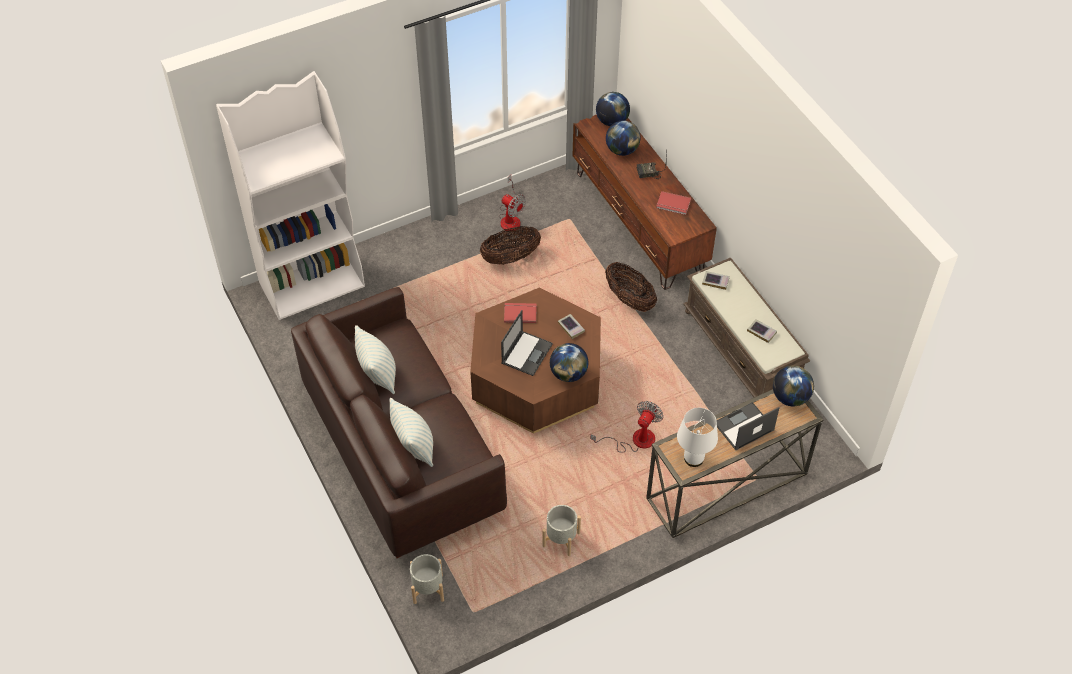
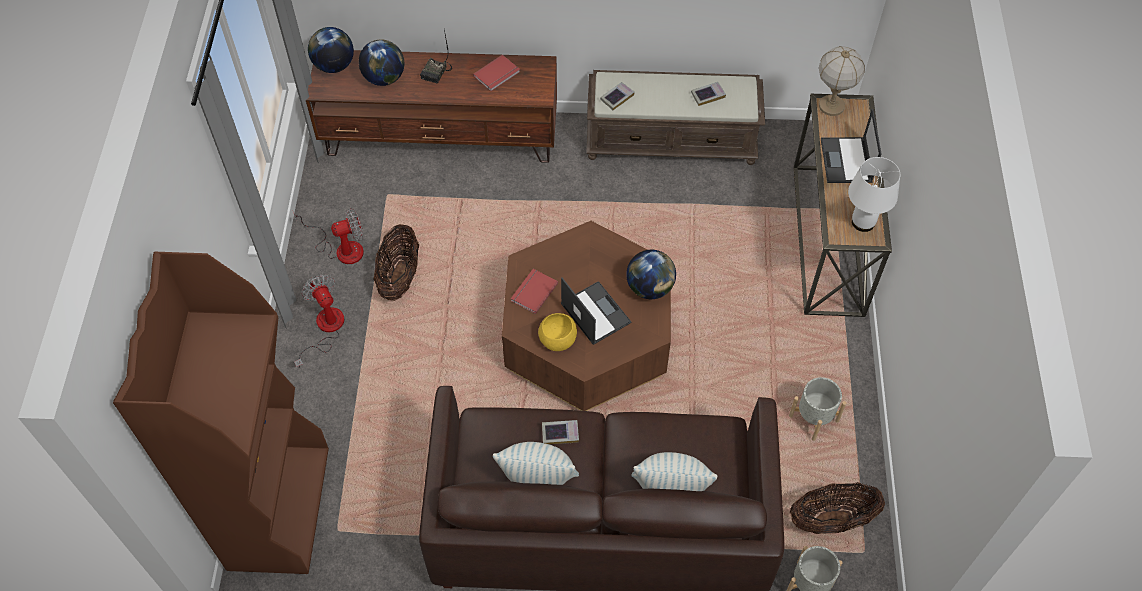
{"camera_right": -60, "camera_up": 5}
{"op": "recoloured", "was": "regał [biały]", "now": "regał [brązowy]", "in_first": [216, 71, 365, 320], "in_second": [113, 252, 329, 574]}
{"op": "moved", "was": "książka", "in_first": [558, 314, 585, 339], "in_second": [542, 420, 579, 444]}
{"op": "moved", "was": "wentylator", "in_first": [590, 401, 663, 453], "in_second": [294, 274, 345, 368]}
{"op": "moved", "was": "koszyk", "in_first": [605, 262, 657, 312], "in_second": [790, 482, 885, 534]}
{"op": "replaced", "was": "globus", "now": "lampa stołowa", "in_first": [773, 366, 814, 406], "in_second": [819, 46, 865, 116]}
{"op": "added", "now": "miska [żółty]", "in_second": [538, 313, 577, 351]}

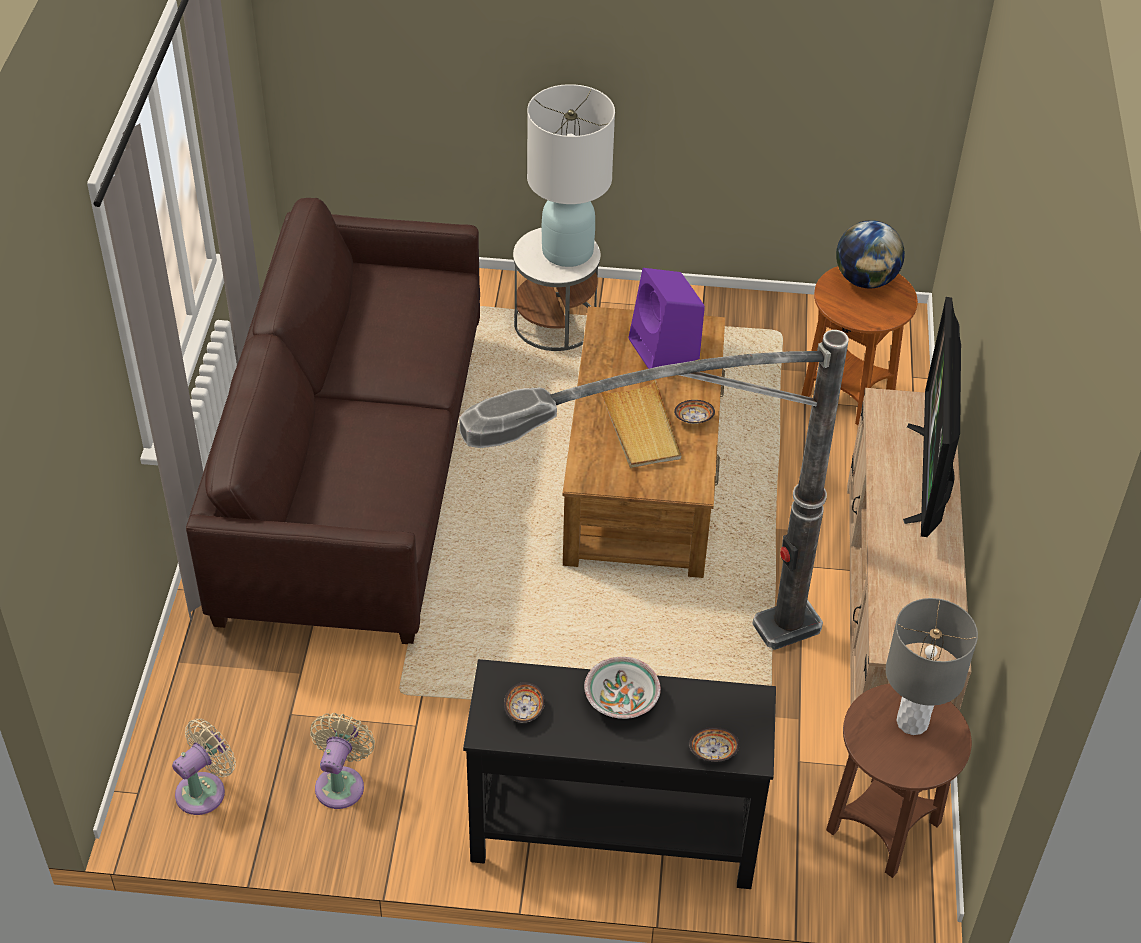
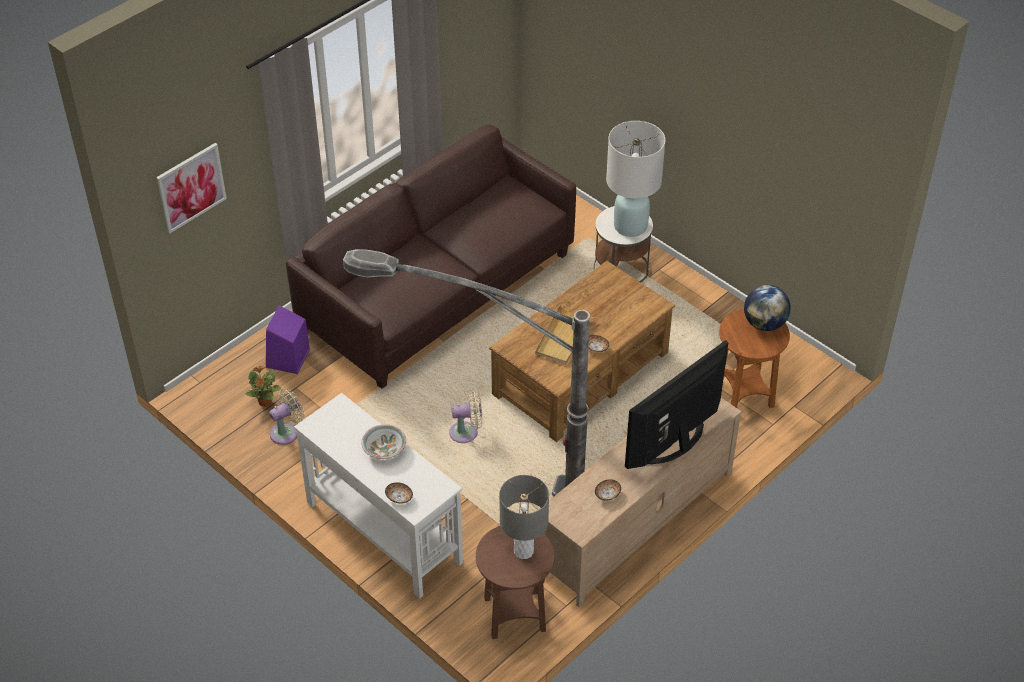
{"camera_right": 40, "camera_up": 0}
{"op": "moved", "was": "wentylator [beżowy]", "in_first": [172, 719, 236, 815], "in_second": [449, 391, 483, 443]}
{"op": "recoloured", "was": "stolik konsolowy [czarny]", "now": "stolik konsolowy [biały]", "in_first": [463, 659, 776, 889], "in_second": [294, 393, 463, 598]}
{"op": "moved", "was": "miska", "in_first": [504, 682, 545, 723], "in_second": [595, 479, 621, 501]}
{"op": "moved", "was": "głośnik [fioletowy]", "in_first": [628, 268, 705, 369], "in_second": [266, 305, 310, 374]}
{"op": "added", "now": "obraz", "in_second": [156, 143, 227, 233]}
{"op": "added", "now": "roślina doniczkowa", "in_second": [245, 366, 281, 407]}

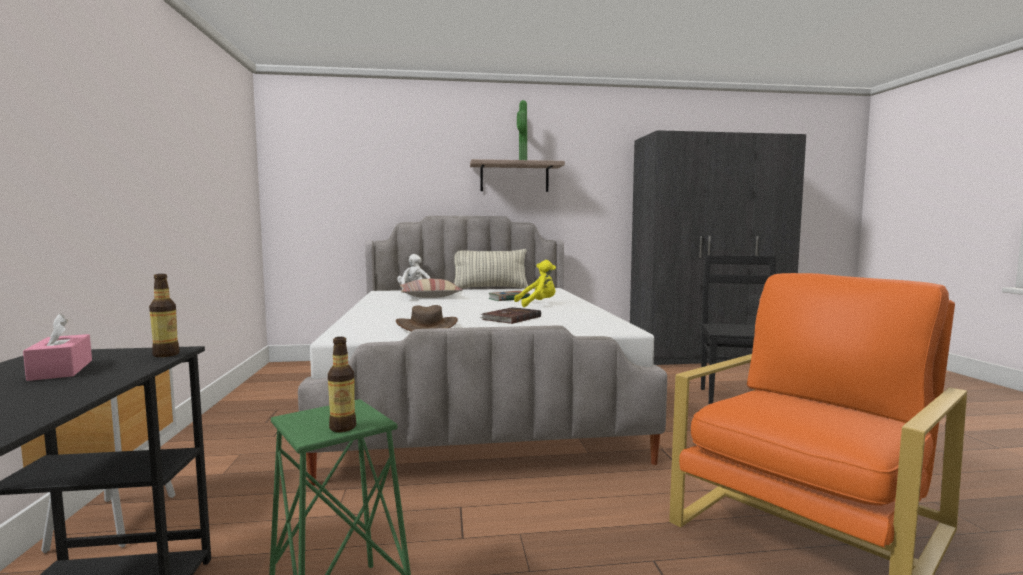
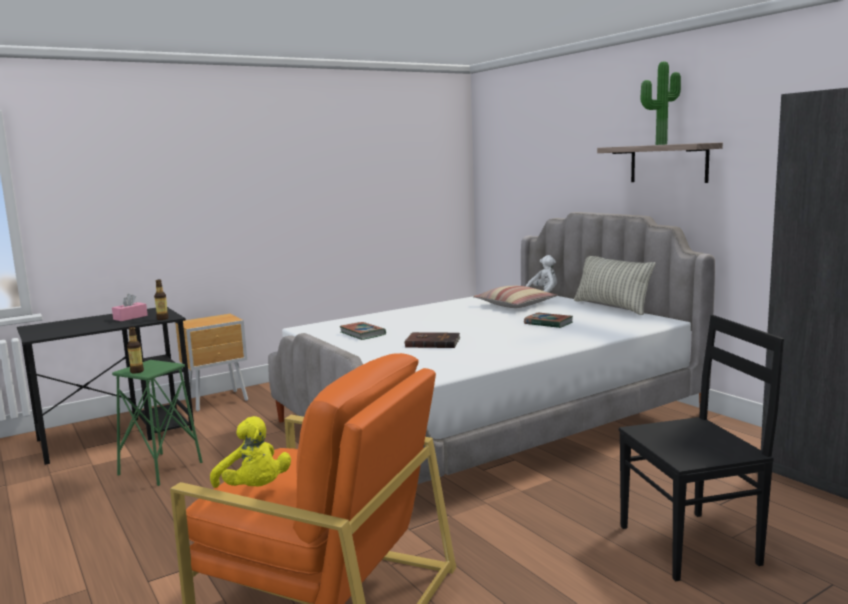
{"camera_right": 65, "camera_up": 5}
{"op": "replaced", "was": "kapelusz [brązowy]", "now": "książka", "in_first": [396, 305, 458, 332], "in_second": [339, 322, 386, 340]}
{"op": "moved", "was": "pluszak [żółty]", "in_first": [514, 260, 556, 307], "in_second": [210, 416, 291, 488]}

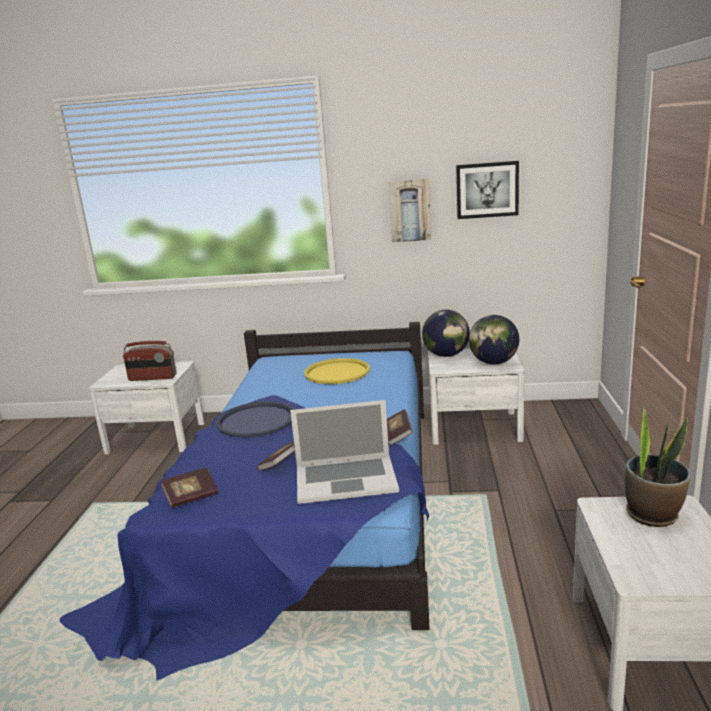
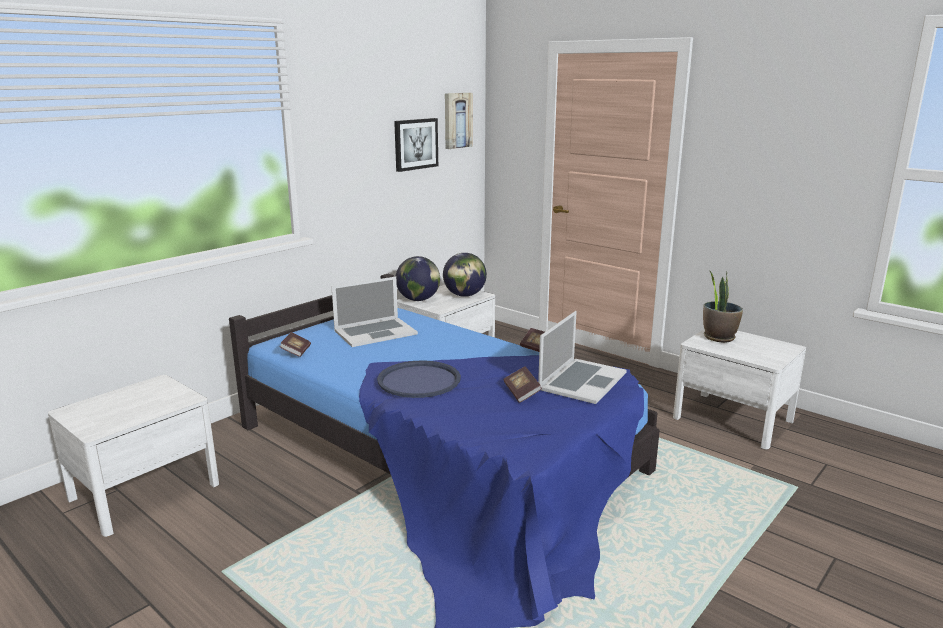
{"camera_right": -55, "camera_up": 0}
{"op": "removed", "was": "radio", "in_first": [123, 341, 176, 381]}
{"op": "moved", "was": "książka", "in_first": [161, 467, 218, 508], "in_second": [280, 332, 311, 357]}
{"op": "replaced", "was": "taca [żółty]", "now": "laptop", "in_first": [304, 358, 370, 384], "in_second": [331, 277, 418, 347]}
{"op": "moved", "was": "obraz", "in_first": [388, 179, 431, 242], "in_second": [445, 93, 473, 149]}

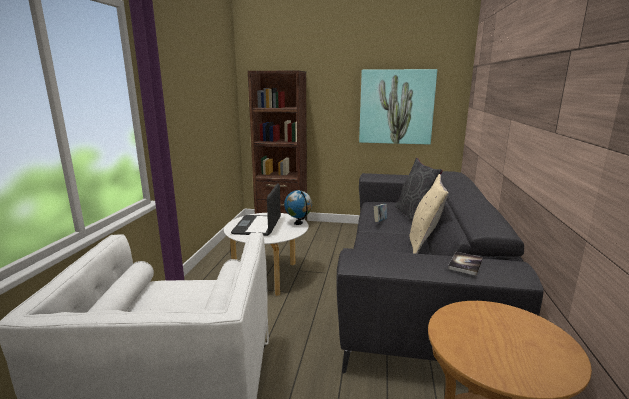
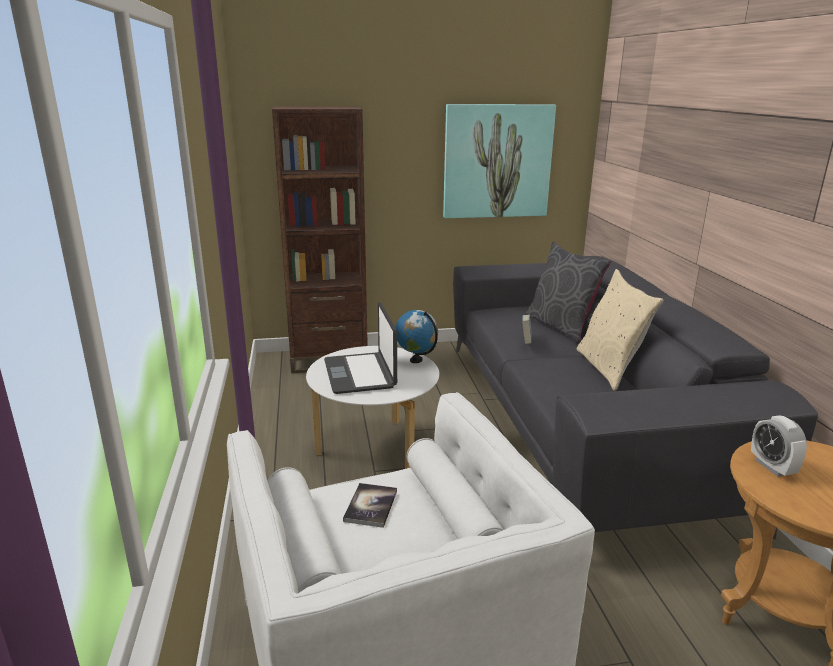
{"camera_right": -20, "camera_up": 5}
{"op": "moved", "was": "książka", "in_first": [448, 252, 483, 275], "in_second": [343, 483, 397, 528]}
{"op": "added", "now": "budzik", "in_second": [751, 415, 807, 477]}

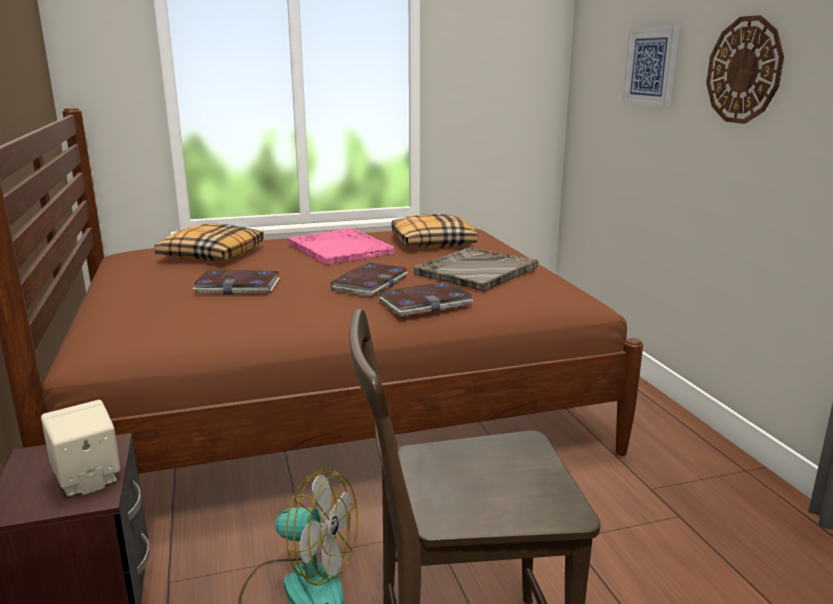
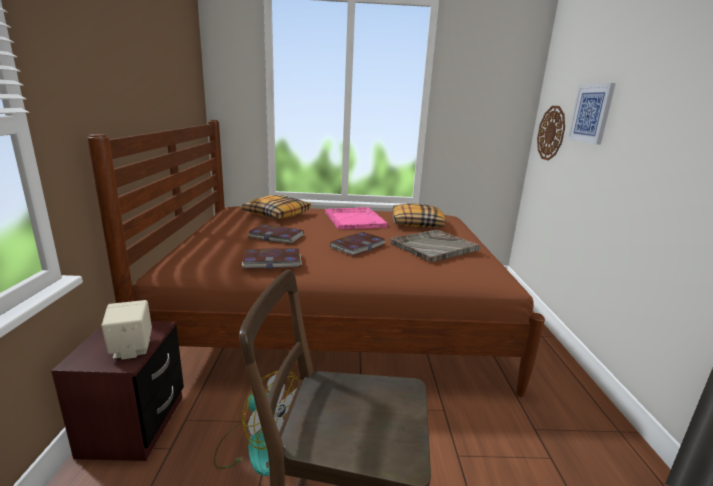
{"camera_right": 15, "camera_up": 0}
{"op": "moved", "was": "książka", "in_first": [379, 282, 473, 317], "in_second": [241, 248, 302, 269]}
{"op": "moved", "was": "zegar ścienny", "in_first": [706, 15, 784, 124], "in_second": [537, 106, 565, 160]}

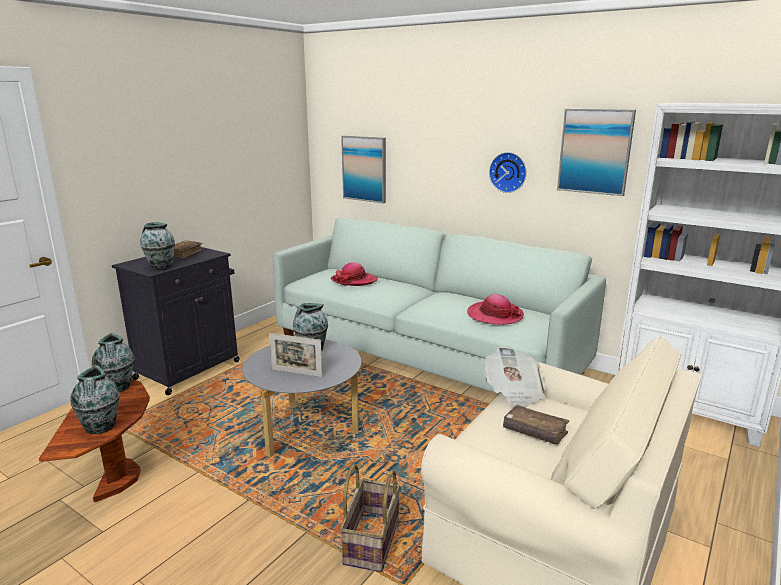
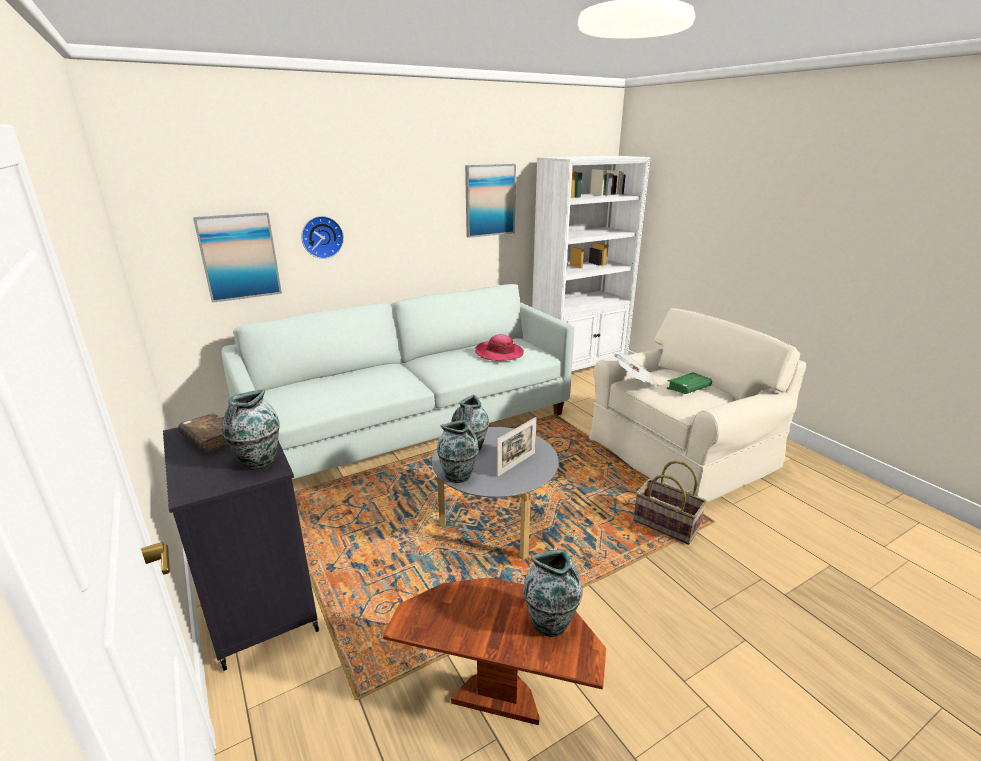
{"camera_right": -65, "camera_up": 5}
{"op": "moved", "was": "wazon", "in_first": [92, 333, 135, 392], "in_second": [437, 420, 479, 483]}
{"op": "removed", "was": "kapelusz", "in_first": [331, 262, 378, 286]}
{"op": "moved", "was": "zegar ścienny", "in_first": [489, 152, 527, 193], "in_second": [301, 216, 344, 259]}
{"op": "recoloured", "was": "książka [brązowy]", "now": "książka [zielony]", "in_first": [503, 405, 569, 445], "in_second": [667, 372, 712, 394]}

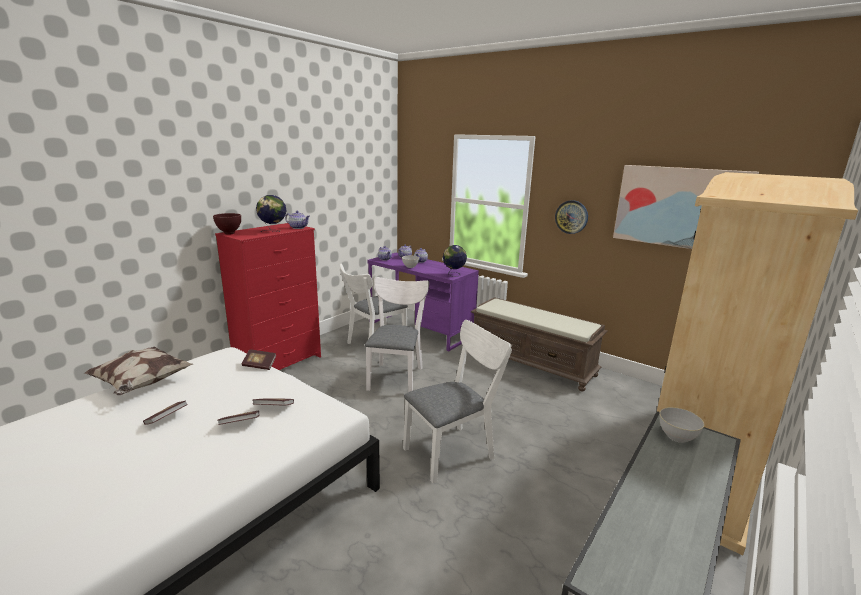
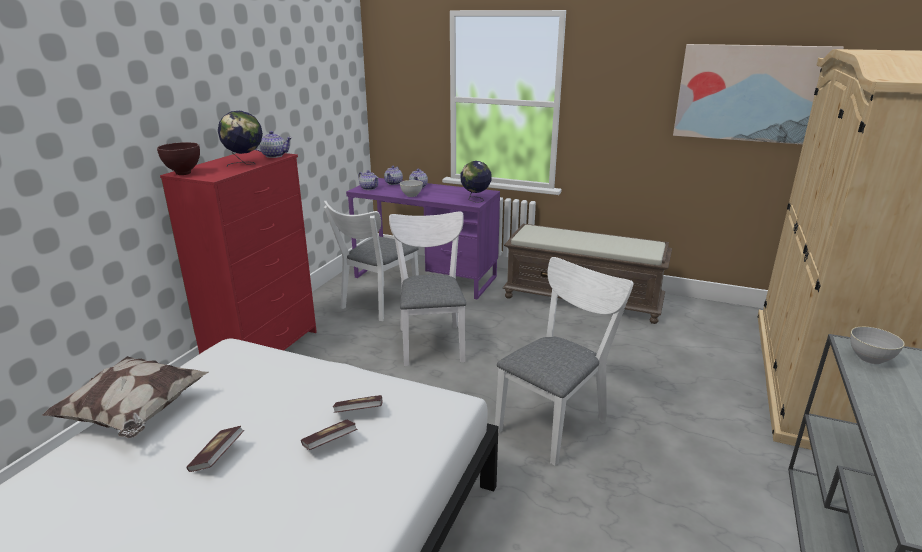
{"camera_right": -15, "camera_up": 5}
{"op": "removed", "was": "książka", "in_first": [242, 349, 276, 370]}
{"op": "removed", "was": "zegar ścienny", "in_first": [555, 200, 588, 234]}

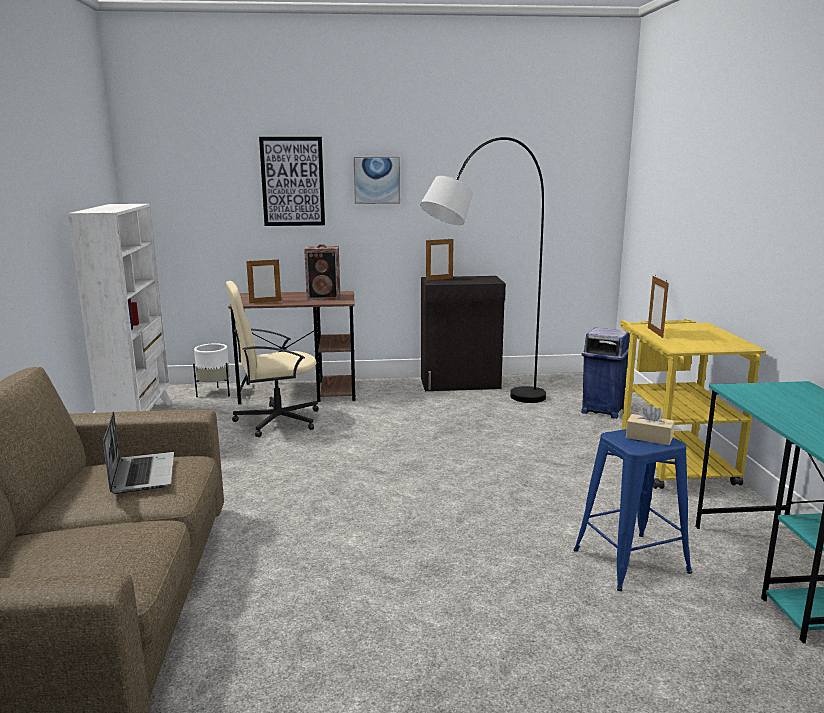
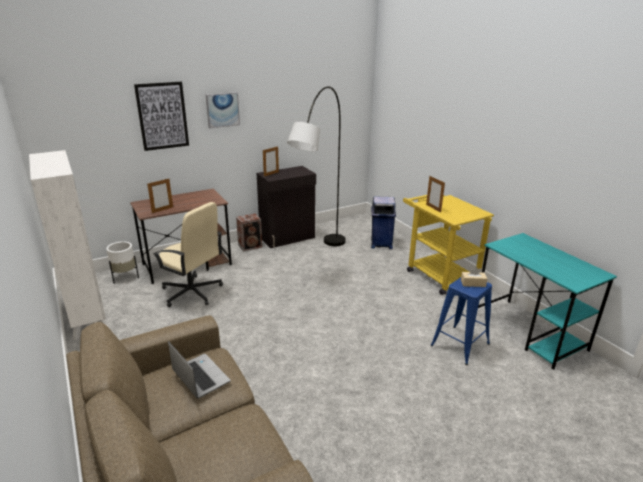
{"camera_right": -25, "camera_up": 10}
{"op": "turned", "was": "krzesło biurowe [beżowy]", "in_first": [226, 281, 319, 437], "in_second": [153, 202, 223, 307], "clockwise": -105}
{"op": "moved", "was": "głośnik", "in_first": [304, 244, 340, 300], "in_second": [236, 213, 262, 251]}

